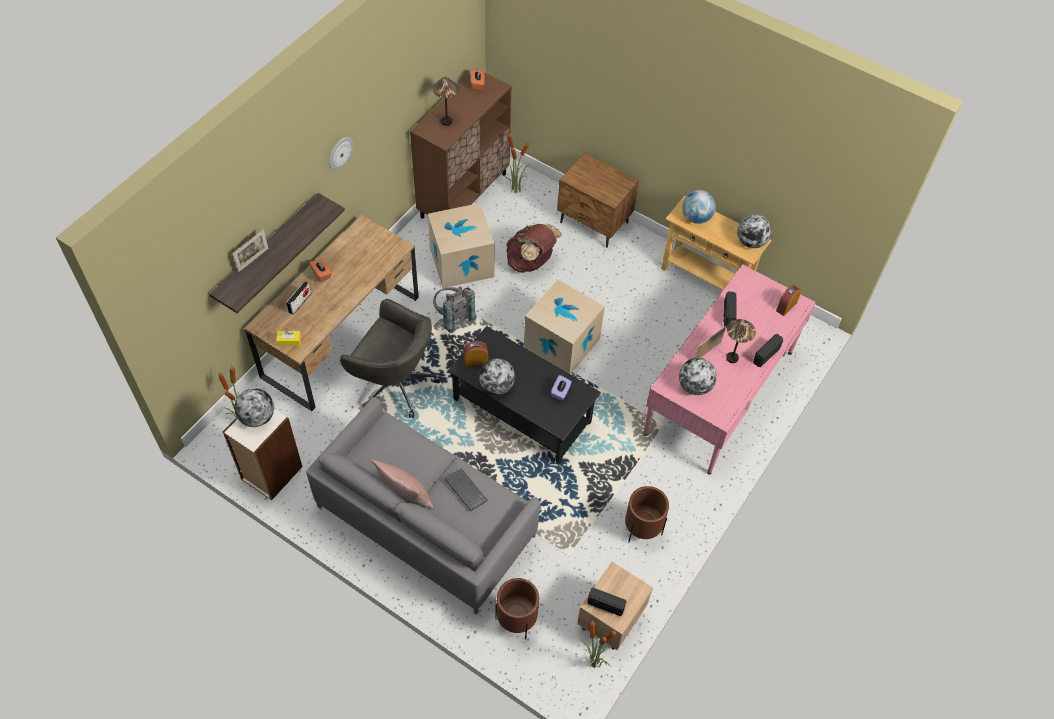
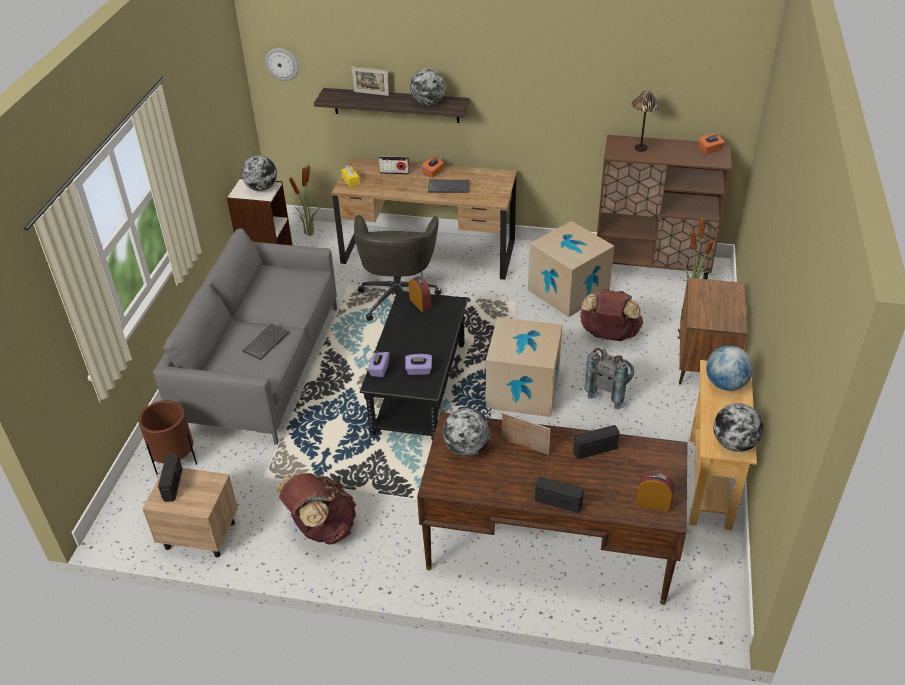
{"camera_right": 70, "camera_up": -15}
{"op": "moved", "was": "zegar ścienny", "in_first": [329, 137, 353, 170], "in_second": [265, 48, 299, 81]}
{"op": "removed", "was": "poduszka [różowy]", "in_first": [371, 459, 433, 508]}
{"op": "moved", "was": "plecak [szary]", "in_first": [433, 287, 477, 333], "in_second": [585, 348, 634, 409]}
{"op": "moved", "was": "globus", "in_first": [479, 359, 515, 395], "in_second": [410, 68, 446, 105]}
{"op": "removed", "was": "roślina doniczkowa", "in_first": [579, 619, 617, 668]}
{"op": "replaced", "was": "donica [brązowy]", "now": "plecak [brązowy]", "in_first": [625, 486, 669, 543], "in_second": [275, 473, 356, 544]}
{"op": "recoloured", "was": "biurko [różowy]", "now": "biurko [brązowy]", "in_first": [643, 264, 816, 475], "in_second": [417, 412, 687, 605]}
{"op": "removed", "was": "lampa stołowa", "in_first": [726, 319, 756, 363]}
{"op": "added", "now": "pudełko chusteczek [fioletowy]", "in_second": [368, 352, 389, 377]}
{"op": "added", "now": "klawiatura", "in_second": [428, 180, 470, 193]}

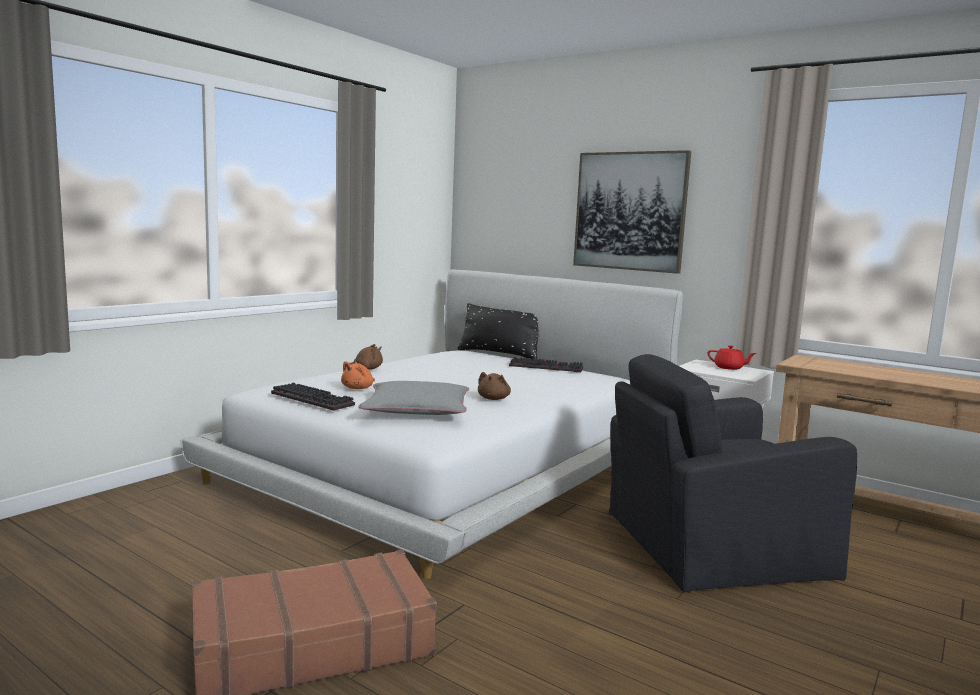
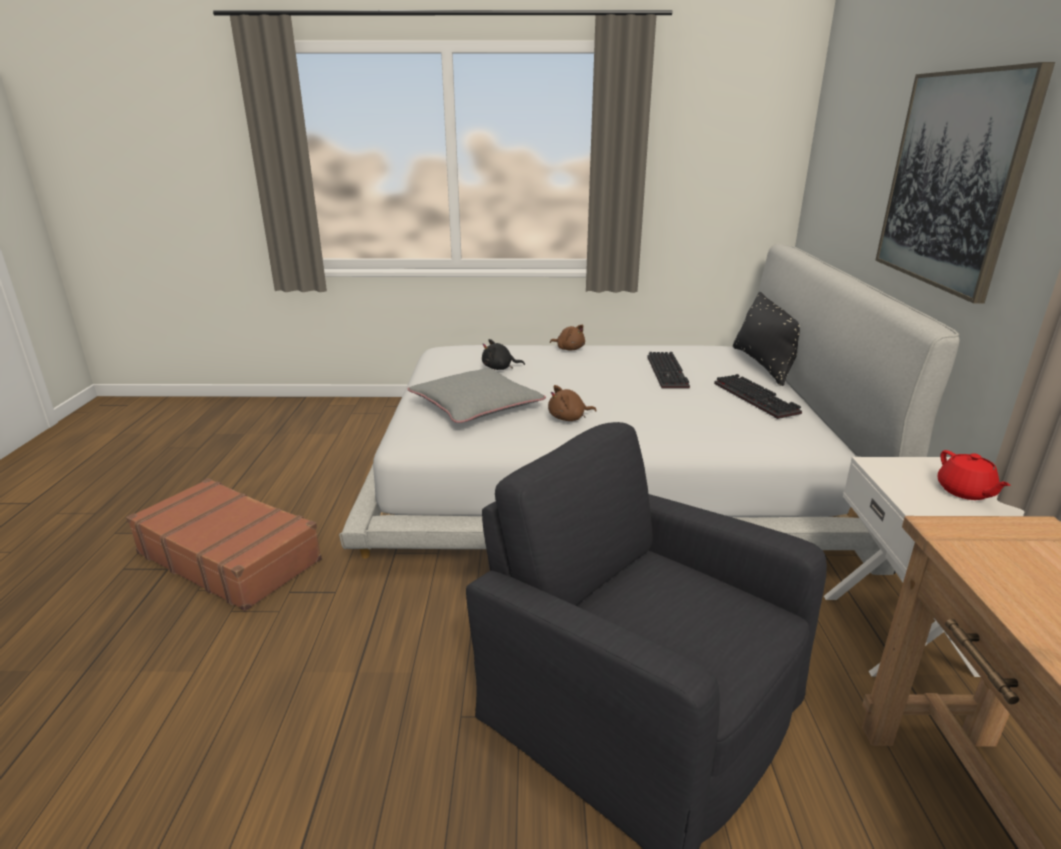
{"camera_right": 55, "camera_up": 15}
{"op": "moved", "was": "klawiatura", "in_first": [271, 383, 355, 411], "in_second": [647, 352, 690, 389]}
{"op": "recoloured", "was": "pluszak [pomarańczowy]", "now": "pluszak [czarny]", "in_first": [341, 361, 375, 389], "in_second": [482, 339, 525, 370]}

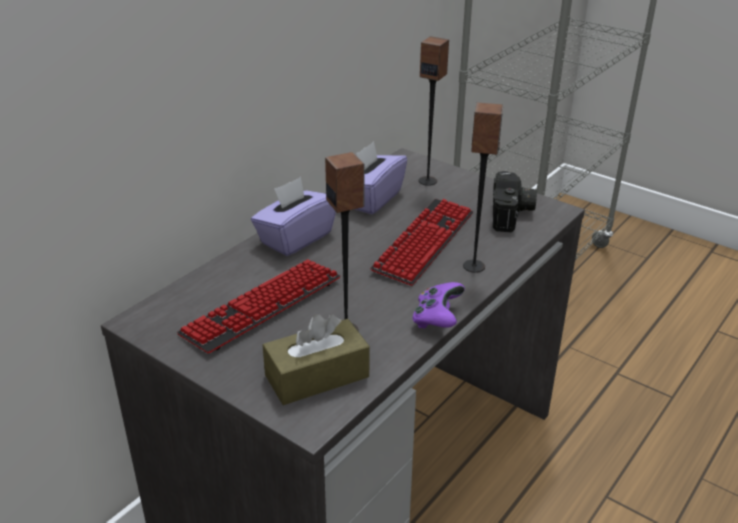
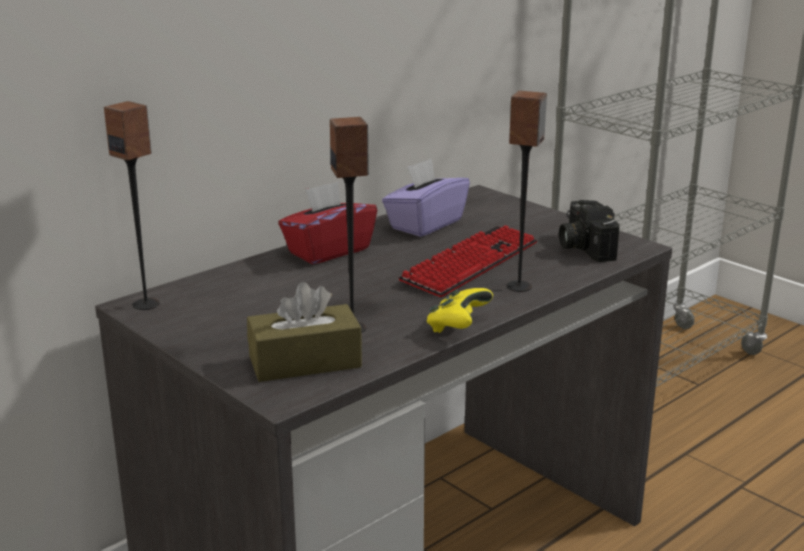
{"camera_right": 10, "camera_up": -10}
{"op": "removed", "was": "klawiatura", "in_first": [177, 259, 340, 353]}
{"op": "recoloured", "was": "pudełko chusteczek [fioletowy]", "now": "pudełko chusteczek [czerwony]", "in_first": [251, 177, 336, 256], "in_second": [278, 181, 377, 264]}
{"op": "recoloured", "was": "pad do gier [fioletowy]", "now": "pad do gier [żółty]", "in_first": [413, 282, 465, 329], "in_second": [427, 288, 493, 333]}
{"op": "moved", "was": "głośnik", "in_first": [419, 36, 449, 186], "in_second": [104, 101, 160, 310]}
{"op": "turned", "was": "aparat fotograficzny", "in_first": [493, 171, 537, 232], "in_second": [559, 200, 620, 262], "clockwise": 150}

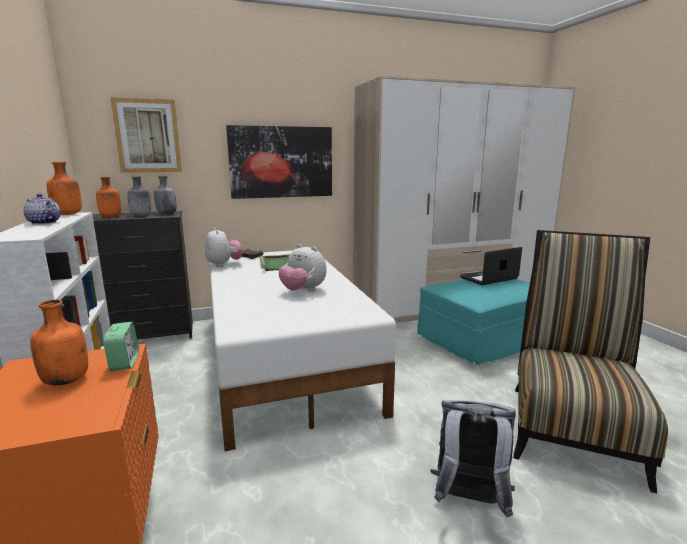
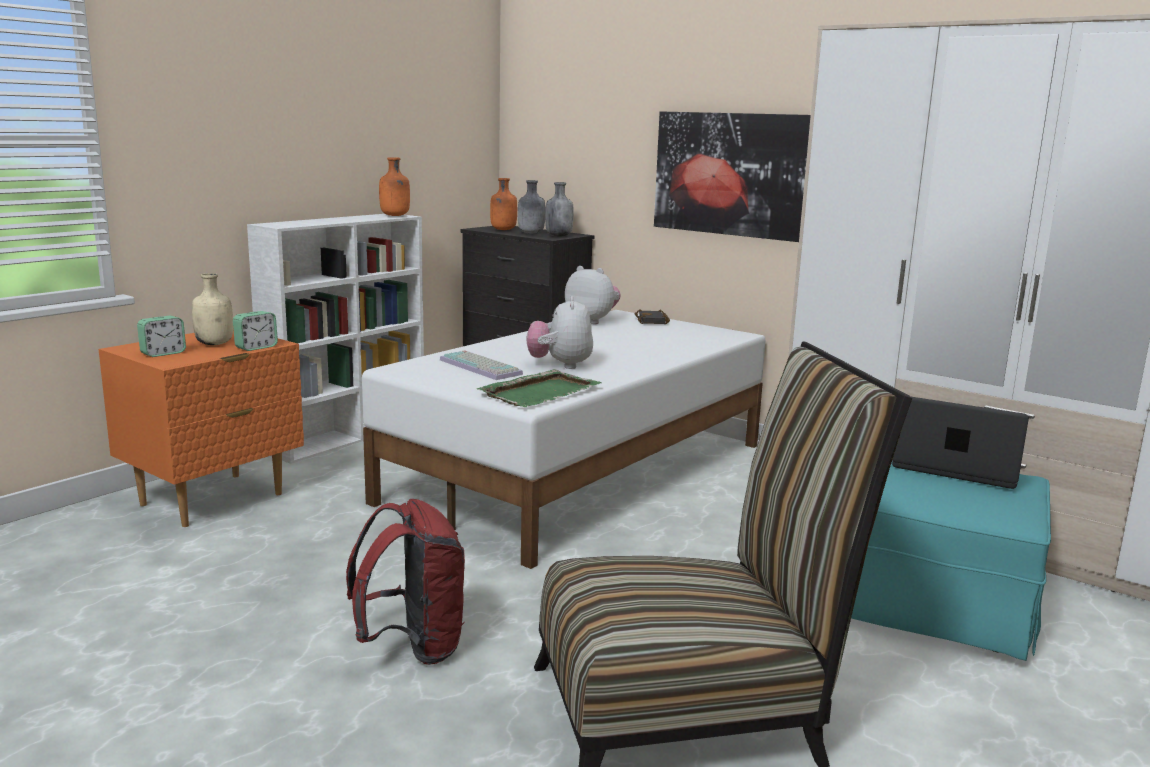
{"camera_right": 55, "camera_up": 0}
{"op": "removed", "was": "imbryk", "in_first": [23, 194, 60, 225]}
{"op": "recoloured", "was": "butelka [pomarańczowy]", "now": "butelka [beżowy]", "in_first": [30, 300, 88, 386], "in_second": [192, 273, 233, 345]}
{"op": "removed", "was": "obraz", "in_first": [110, 97, 182, 173]}
{"op": "turned", "was": "pluszak", "in_first": [205, 228, 243, 267], "in_second": [565, 266, 621, 324], "clockwise": -90}
{"op": "moved", "was": "taca [zielony]", "in_first": [259, 254, 290, 271], "in_second": [477, 369, 601, 407]}
{"op": "recoloured", "was": "plecak [szary]", "now": "plecak [czerwony]", "in_first": [431, 400, 516, 518], "in_second": [346, 499, 465, 665]}
{"op": "added", "now": "budzik", "in_second": [137, 316, 186, 357]}
{"op": "added", "now": "klawiatura", "in_second": [440, 351, 523, 380]}

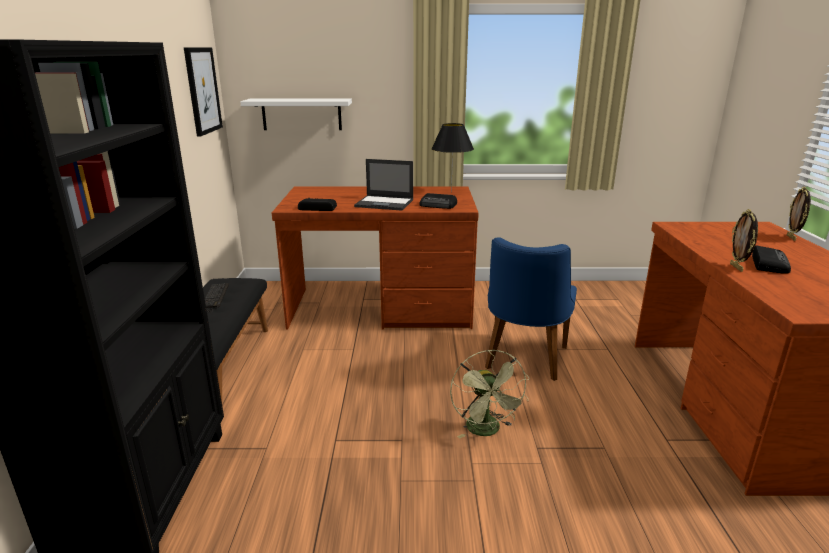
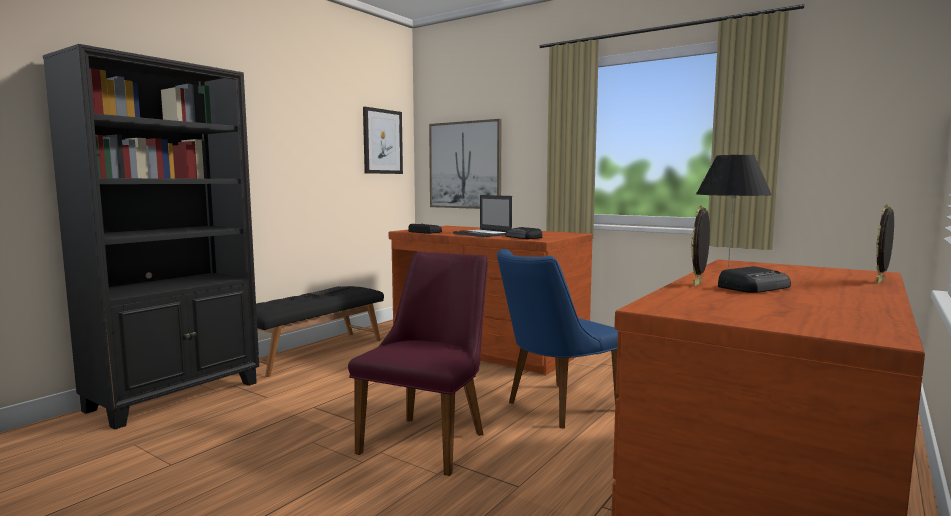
{"camera_right": 35, "camera_up": -15}
{"op": "replaced", "was": "półka [biały]", "now": "obraz", "in_first": [240, 99, 352, 130], "in_second": [429, 119, 502, 209]}
{"op": "moved", "was": "lampa stołowa [czarny]", "in_first": [431, 123, 474, 193], "in_second": [696, 155, 772, 267]}
{"op": "replaced", "was": "wentylator [zielony]", "now": "krzesło [fioletowy]", "in_first": [450, 350, 530, 439], "in_second": [348, 251, 488, 476]}

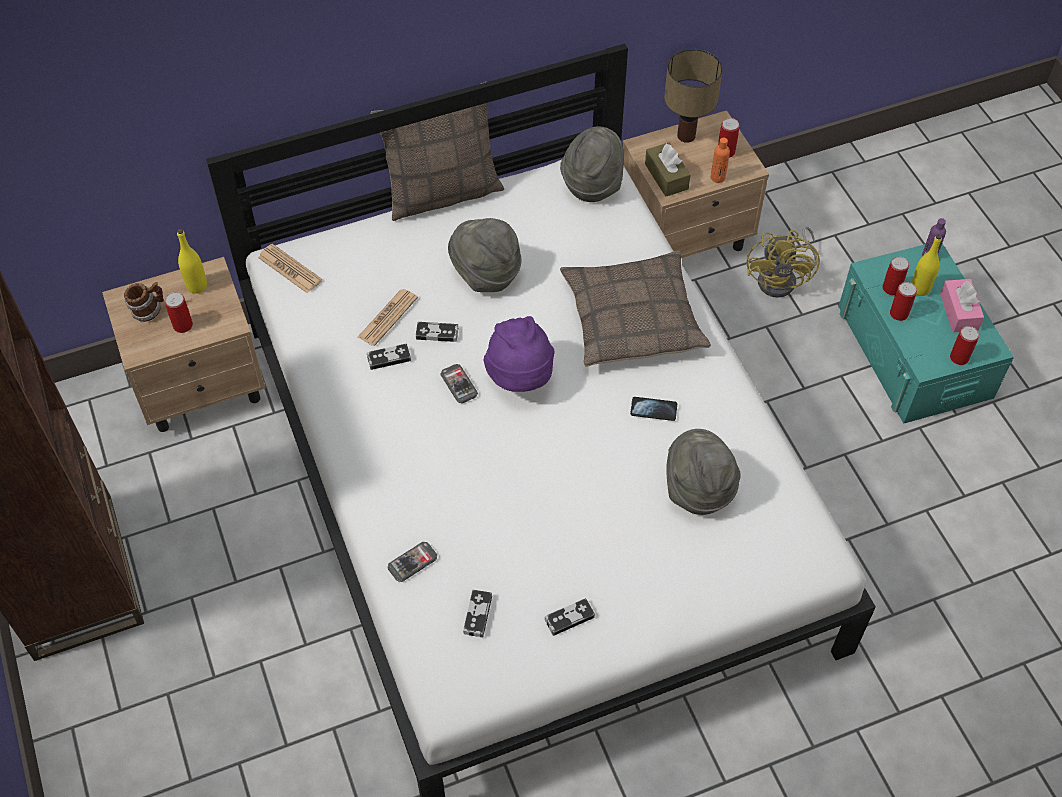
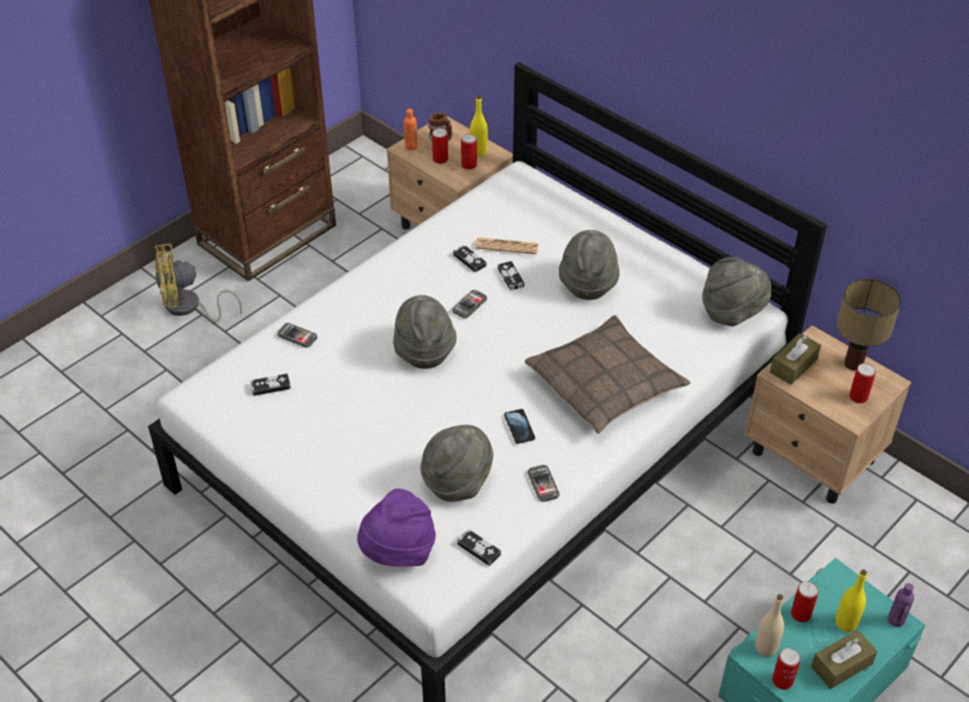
{"camera_right": 65, "camera_up": -10}
{"op": "removed", "was": "gazeta", "in_first": [258, 244, 322, 293]}
{"op": "removed", "was": "poduszka", "in_first": [370, 82, 504, 221]}
{"op": "moved", "was": "kapelusz [fioletowy]", "in_first": [484, 316, 554, 392], "in_second": [357, 488, 436, 567]}
{"op": "moved", "was": "pad do gier", "in_first": [545, 598, 595, 636], "in_second": [457, 529, 501, 566]}
{"op": "moved", "was": "butelka [pomarańczowy]", "in_first": [711, 138, 730, 183], "in_second": [404, 109, 418, 151]}
{"op": "moved", "was": "wentylator [żółty]", "in_first": [746, 226, 820, 298], "in_second": [155, 244, 242, 322]}
{"op": "moved", "was": "puszka", "in_first": [882, 256, 909, 295], "in_second": [461, 134, 477, 170]}
{"op": "recoloured", "was": "pudełko chusteczek [różowy]", "now": "pudełko chusteczek [brązowy]", "in_first": [940, 279, 984, 333], "in_second": [811, 630, 877, 689]}
{"op": "added", "now": "kapelusz [szary]", "in_second": [393, 295, 457, 369]}
{"op": "added", "now": "telefon", "in_second": [527, 465, 560, 502]}
{"op": "added", "now": "butelka [beżowy]", "in_second": [755, 594, 784, 657]}

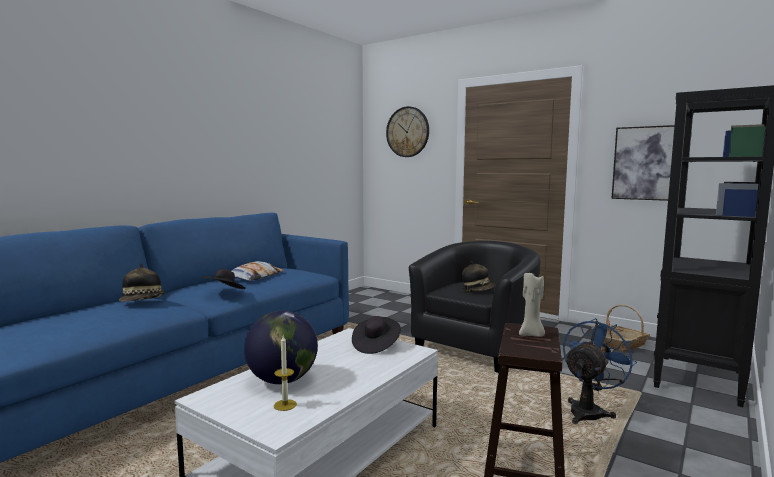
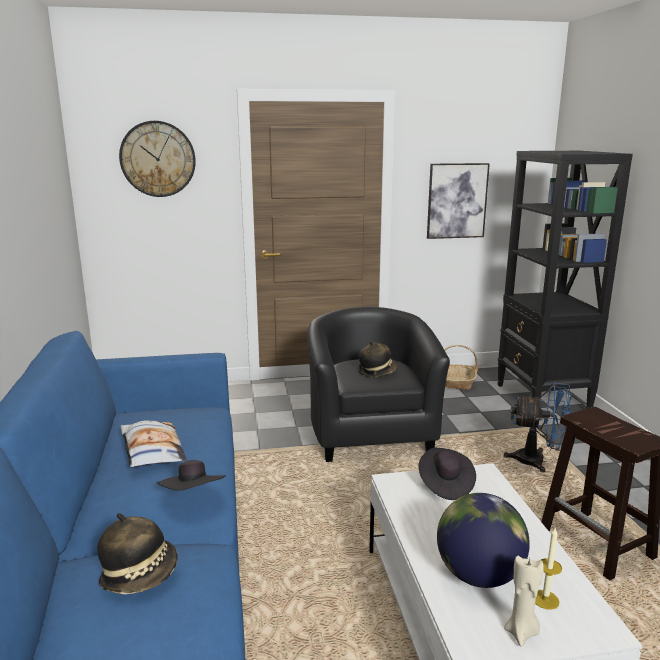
{"camera_right": -45, "camera_up": 10}
{"op": "moved", "was": "świeca [beżowy]", "in_first": [519, 273, 545, 337], "in_second": [504, 556, 544, 647]}
{"op": "turned", "was": "wentylator [niebieski]", "in_first": [563, 318, 637, 424], "in_second": [504, 382, 572, 473], "clockwise": 105}

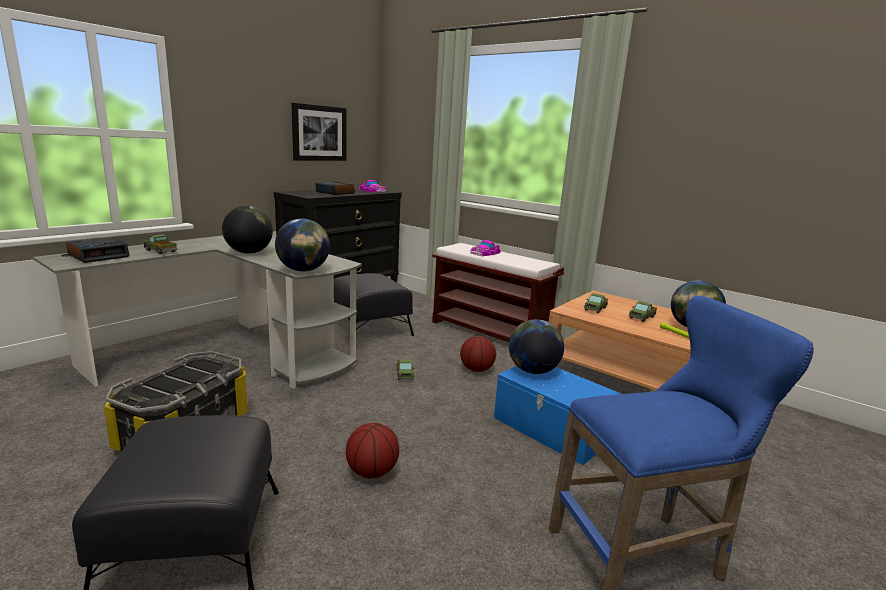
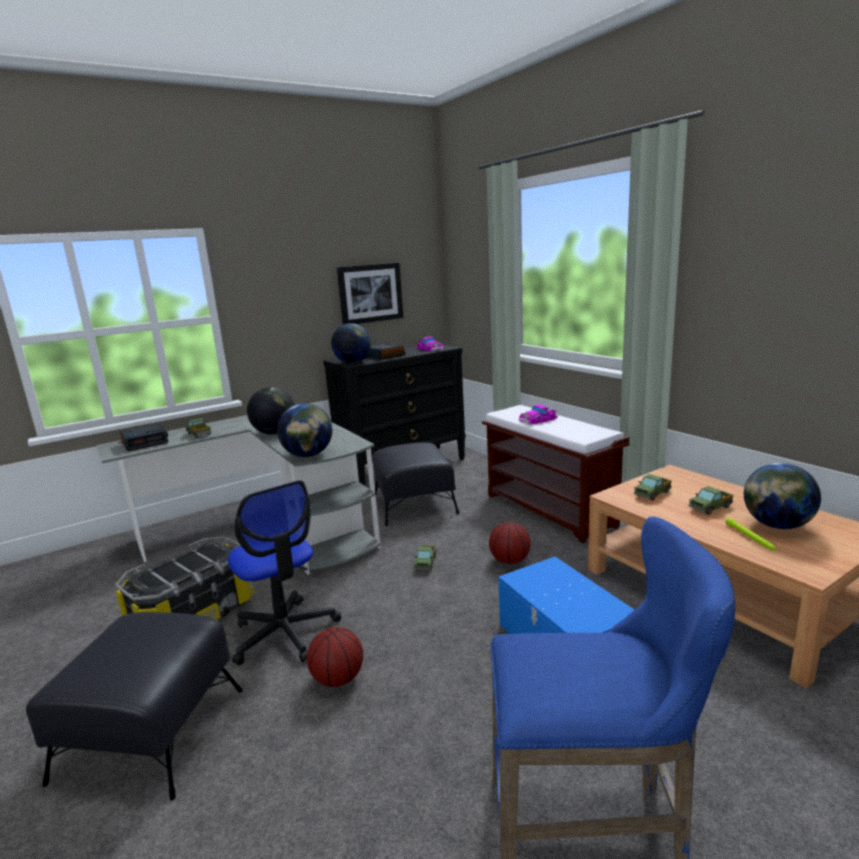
{"camera_right": 20, "camera_up": 0}
{"op": "moved", "was": "globus", "in_first": [509, 319, 564, 374], "in_second": [331, 323, 371, 363]}
{"op": "added", "now": "krzesło biurowe", "in_second": [228, 480, 341, 665]}

